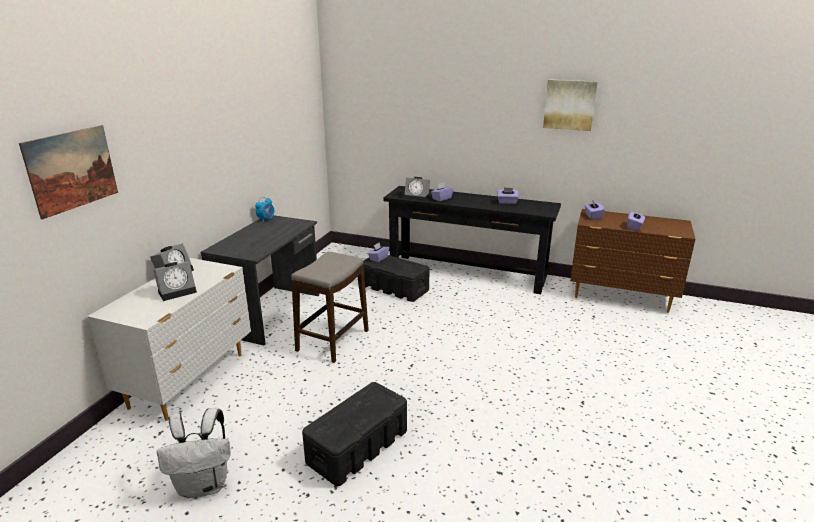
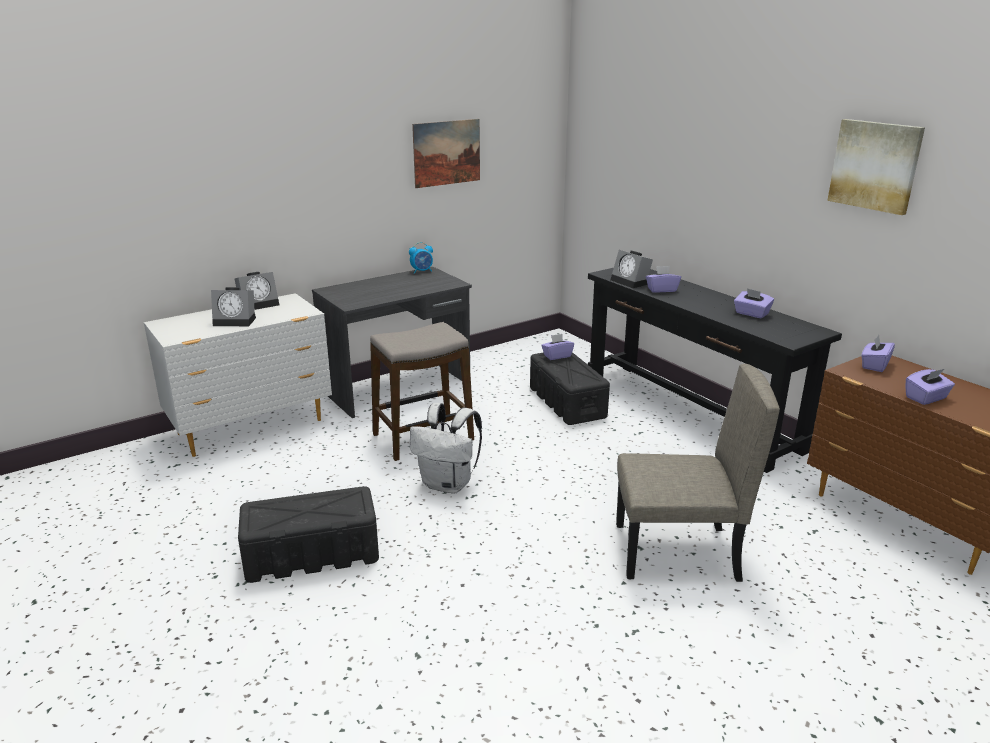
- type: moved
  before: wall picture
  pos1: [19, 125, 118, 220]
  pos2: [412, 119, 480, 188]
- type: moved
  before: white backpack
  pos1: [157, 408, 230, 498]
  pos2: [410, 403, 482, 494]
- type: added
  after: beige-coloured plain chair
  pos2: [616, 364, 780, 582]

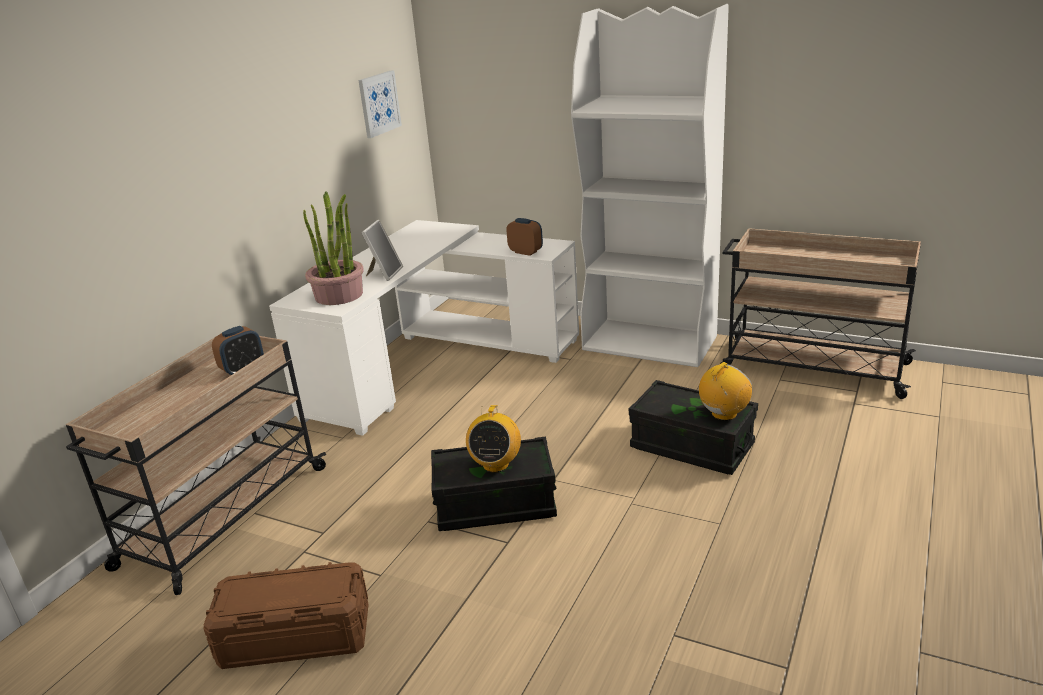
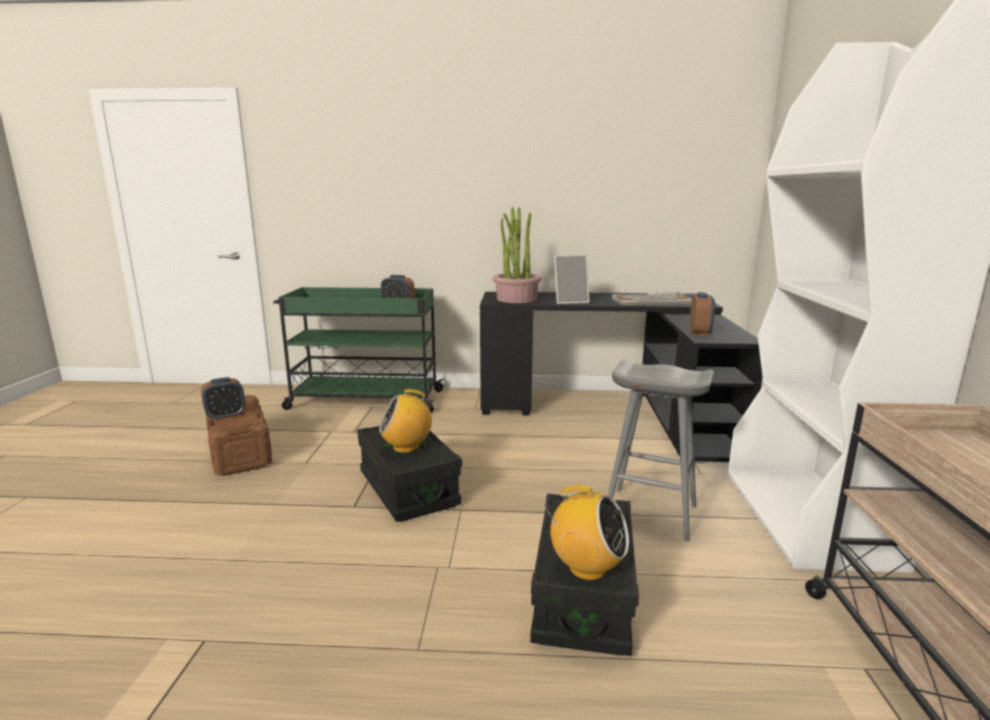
- type: recoloured
  before: beige-coloured wheeled cart
  after: greenish wheeled cart
  pos1: [66, 336, 326, 595]
  pos2: [273, 287, 445, 412]
- type: recoloured
  before: white desk unit
  after: blackish desk unit
  pos1: [269, 220, 579, 436]
  pos2: [480, 292, 762, 462]
- type: removed
  before: wall picture
  pos1: [358, 70, 402, 138]
- type: added
  after: table clock
  pos2: [201, 377, 245, 420]
- type: added
  after: grey stool
  pos2: [608, 359, 714, 541]
- type: added
  after: keyboard
  pos2: [612, 293, 692, 305]

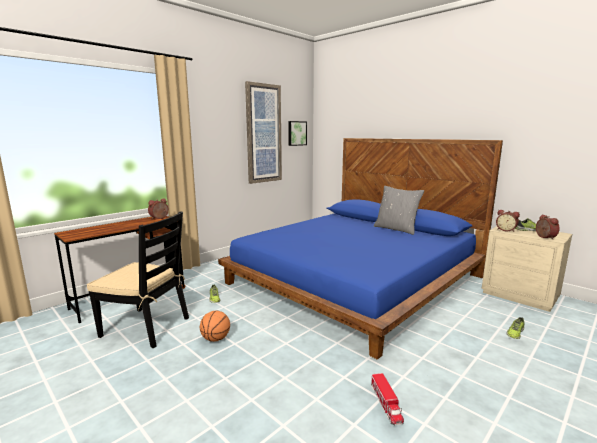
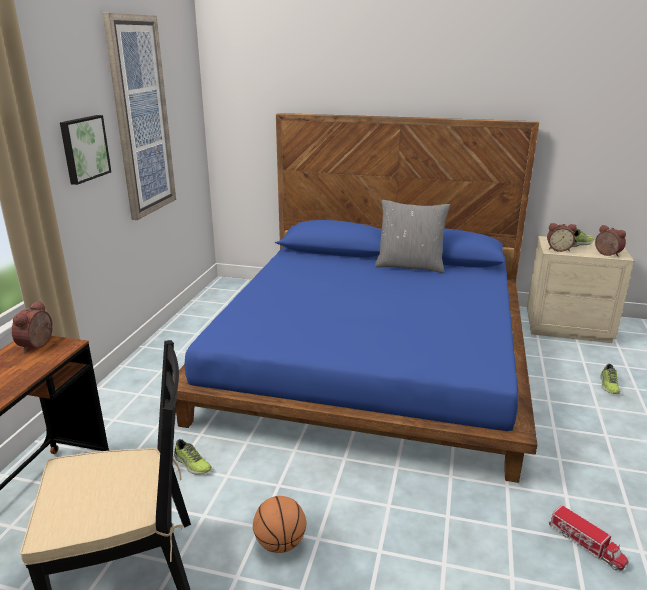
- type: moved
  before: wall picture
  pos1: [288, 121, 307, 146]
  pos2: [60, 115, 111, 185]

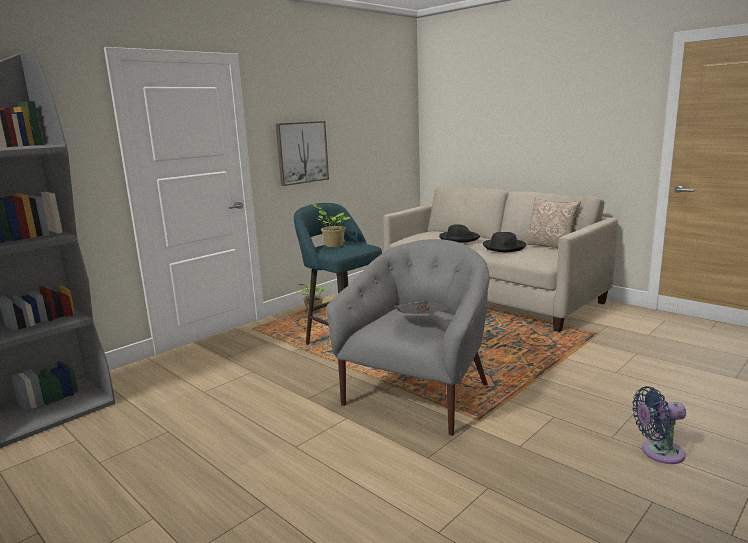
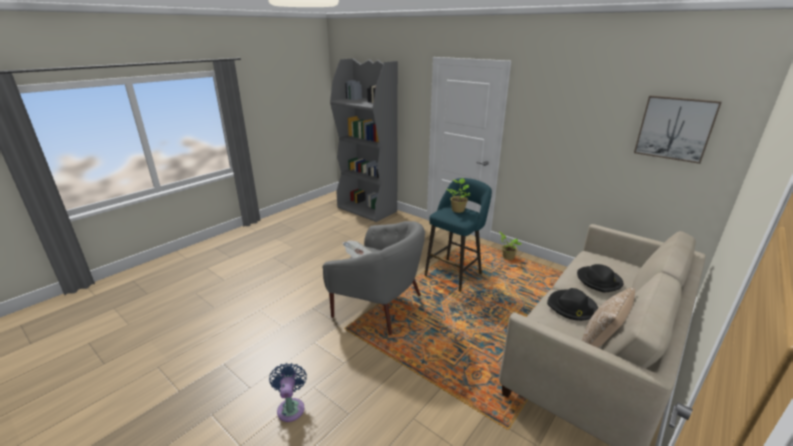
- type: moved
  before: wall picture
  pos1: [276, 121, 329, 186]
  pos2: [634, 95, 722, 164]

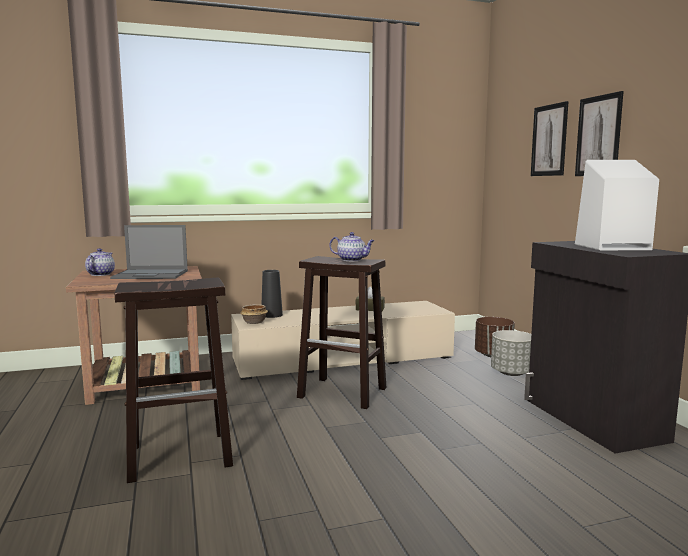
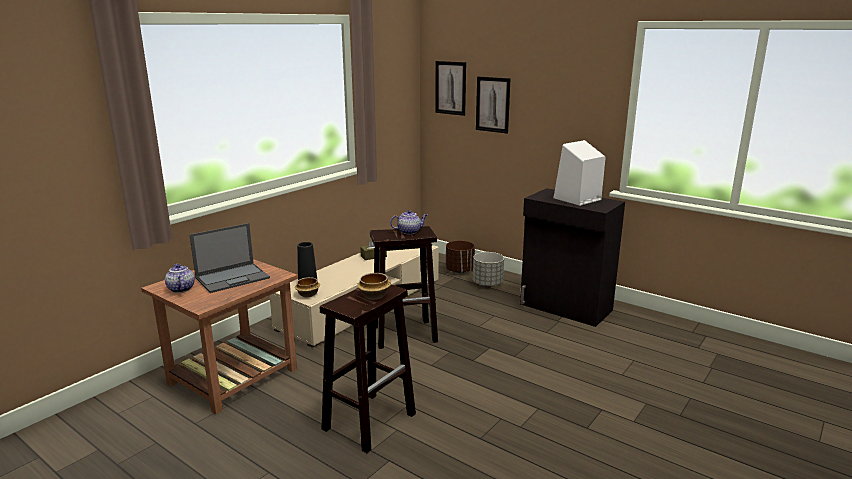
- type: moved
  before: wall picture
  pos1: [575, 91, 624, 176]
  pos2: [435, 61, 466, 116]
- type: added
  after: bowl
  pos2: [357, 273, 391, 300]

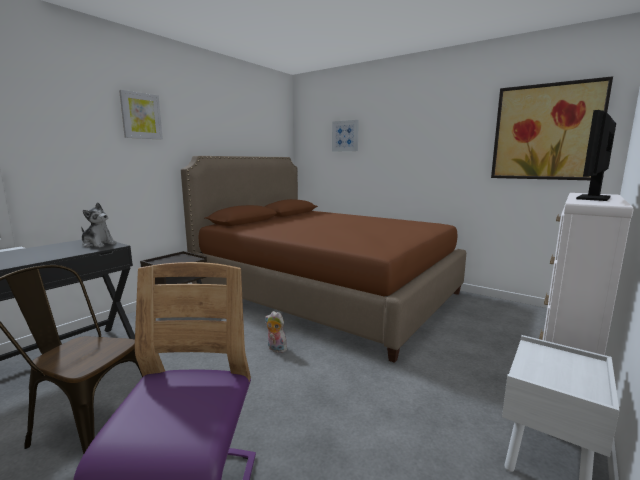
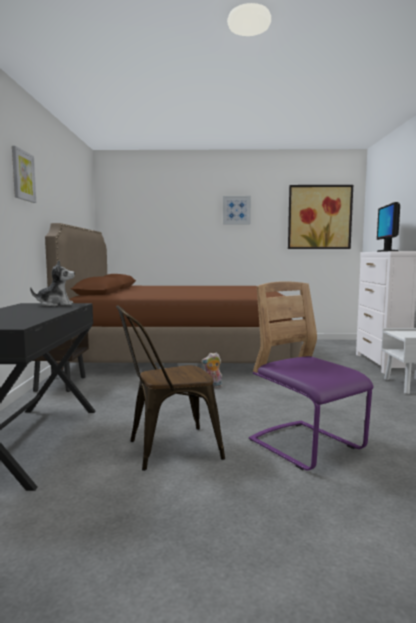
- type: moved
  before: wall picture
  pos1: [332, 120, 359, 152]
  pos2: [223, 196, 251, 224]

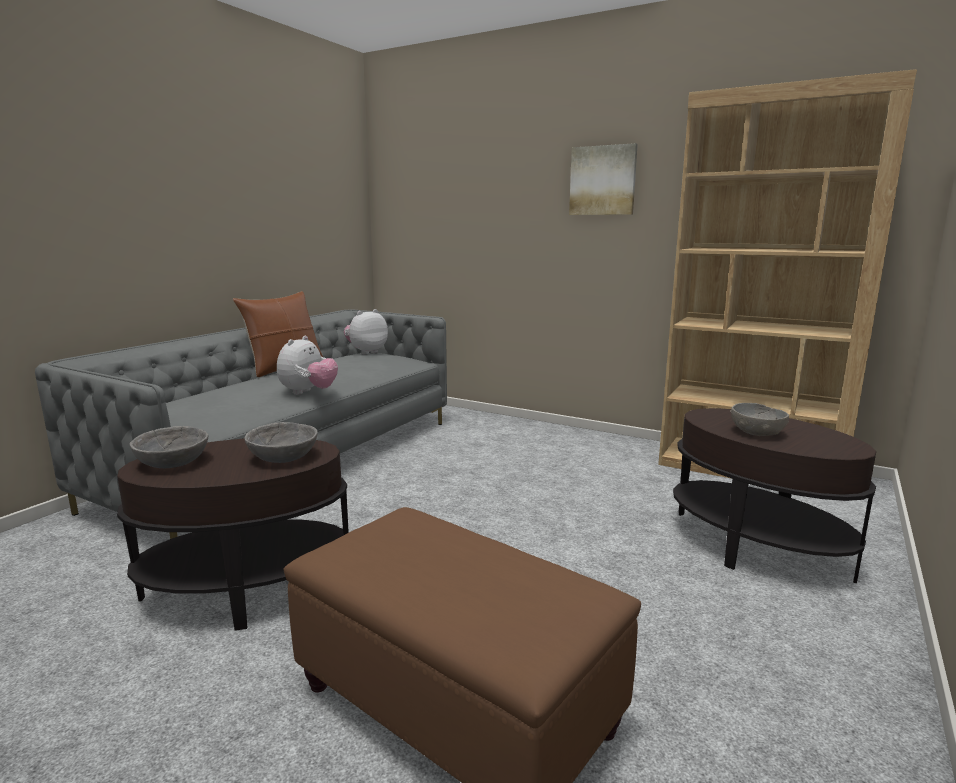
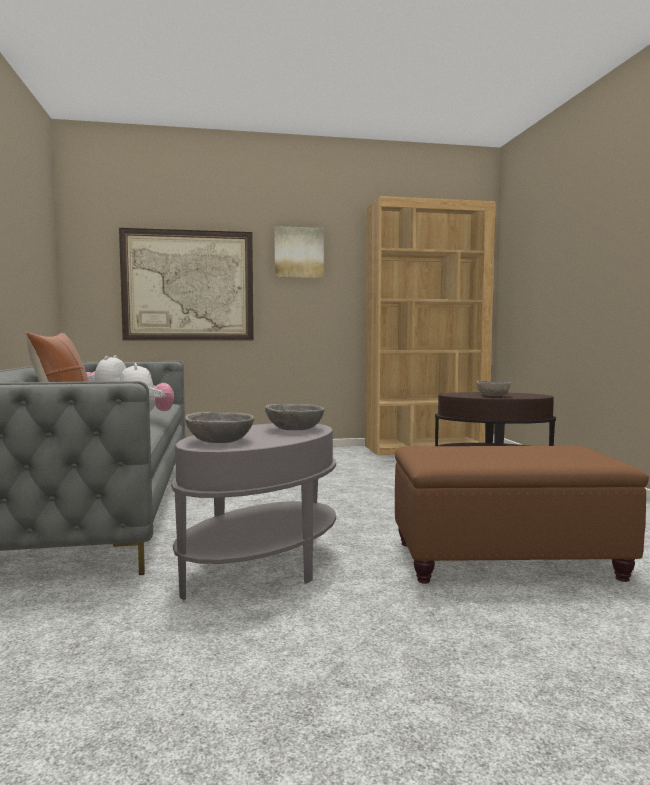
- type: recoloured
  before: brown-coloured end table
  after: grey end table
  pos1: [117, 438, 349, 631]
  pos2: [171, 423, 336, 600]
- type: added
  after: wall picture
  pos2: [119, 228, 254, 340]

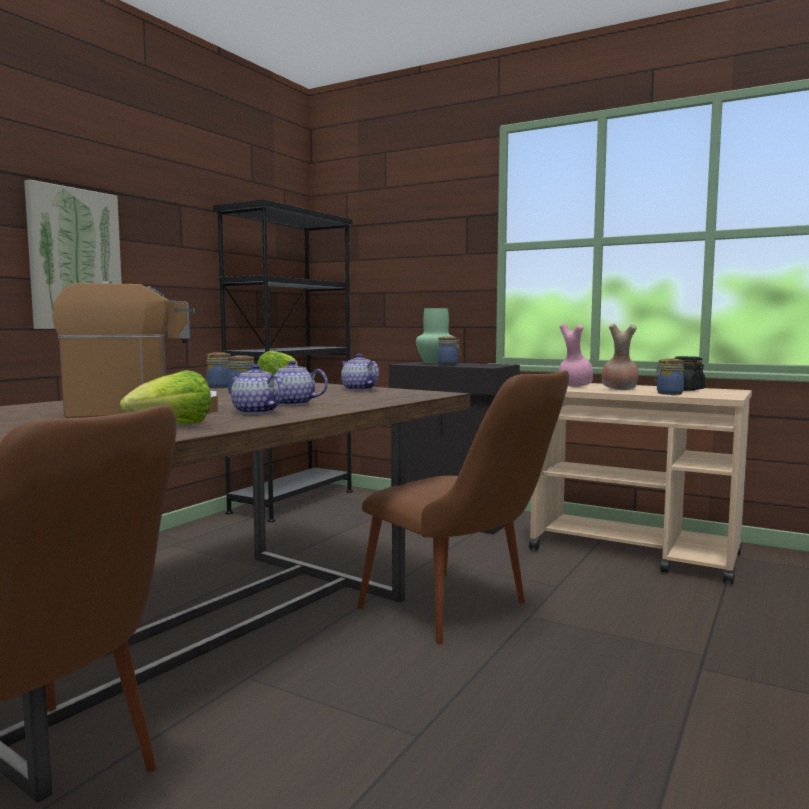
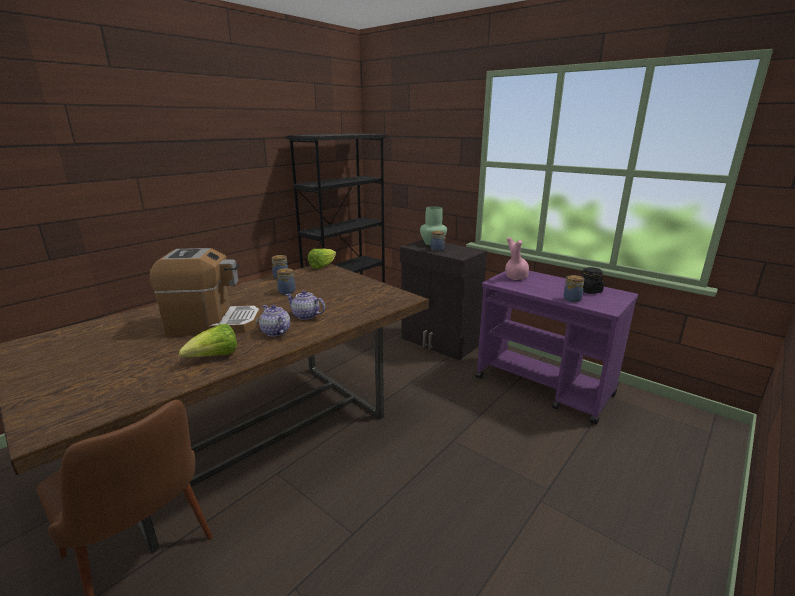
- type: removed
  before: wall picture
  pos1: [24, 180, 122, 329]
- type: removed
  before: tea pot
  pos1: [341, 354, 379, 391]
- type: removed
  before: brown-coloured plain chair
  pos1: [358, 370, 569, 644]
- type: recoloured
  before: beige-coloured wheeled cart
  after: purple-coloured wheeled cart
  pos1: [529, 383, 752, 584]
  pos2: [476, 271, 638, 425]
- type: removed
  before: brown-coloured flower vase
  pos1: [601, 323, 639, 390]

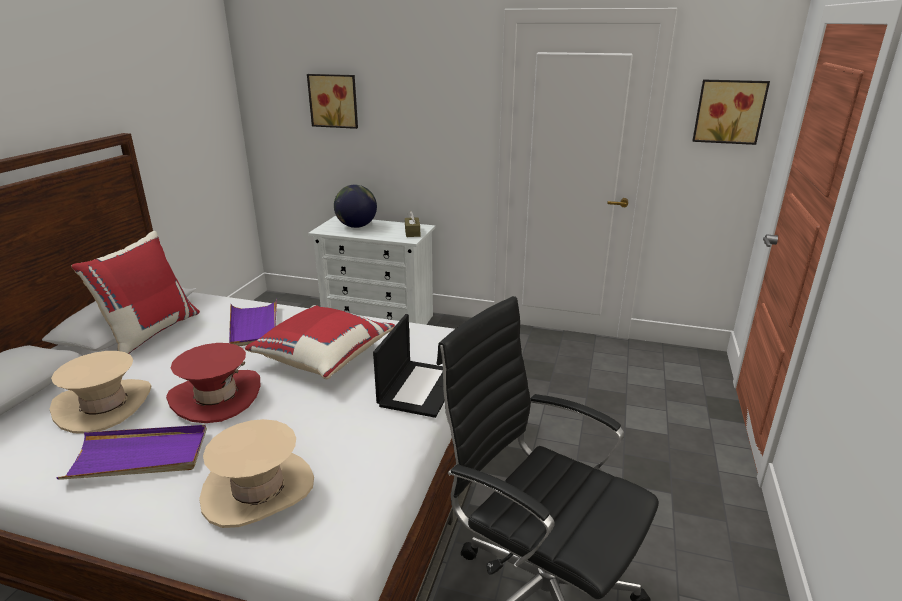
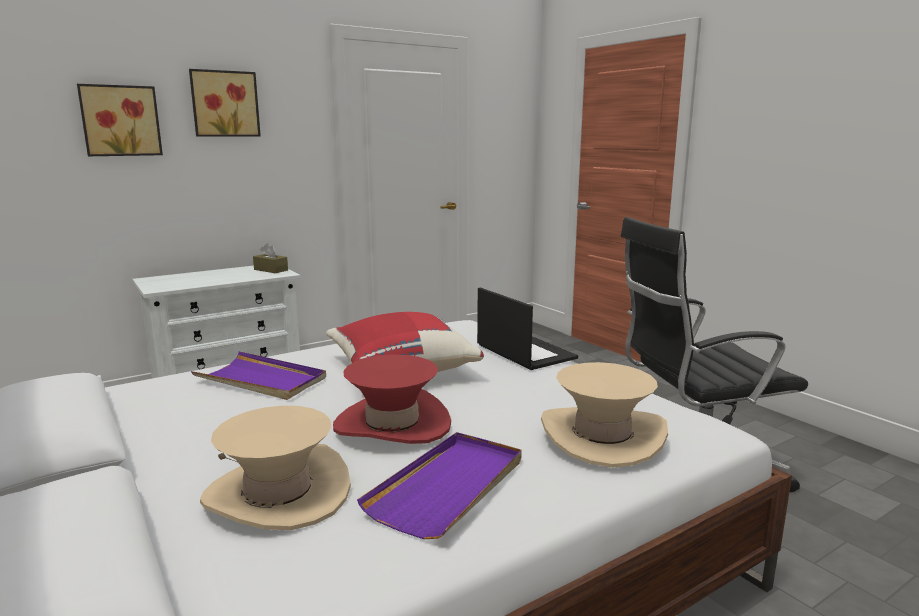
- type: removed
  before: reddish throw pillow
  pos1: [71, 231, 200, 354]
- type: removed
  before: world globe
  pos1: [334, 185, 377, 228]
- type: moved
  before: wall picture
  pos1: [692, 79, 770, 145]
  pos2: [189, 69, 261, 137]

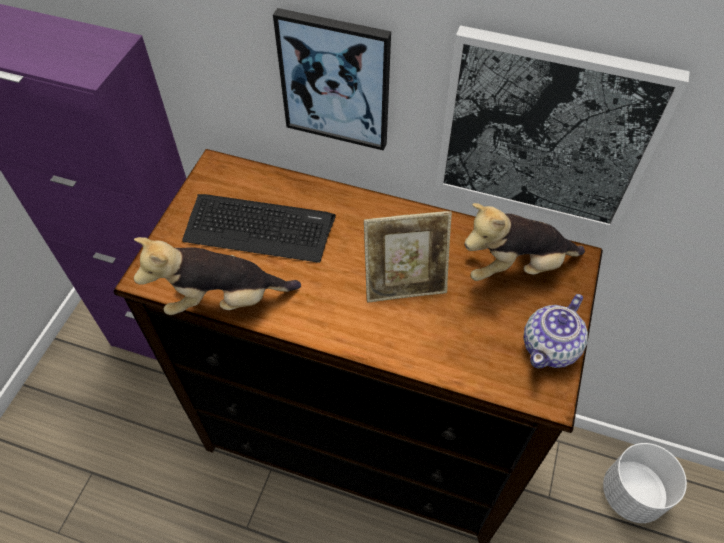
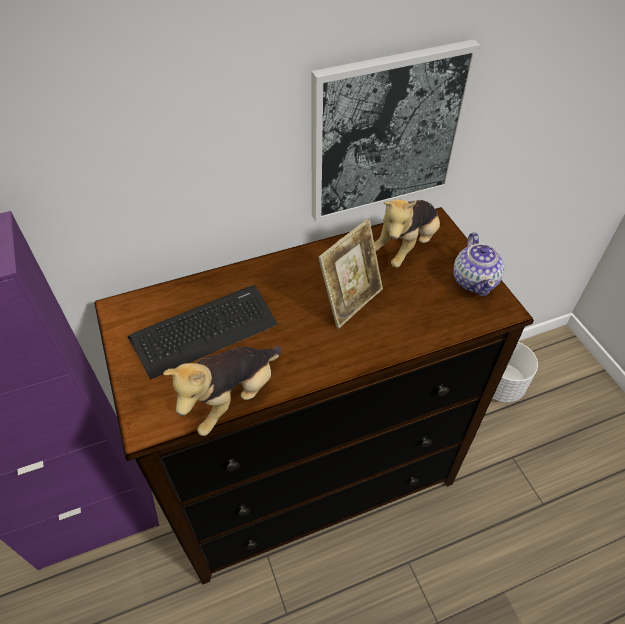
- type: removed
  before: wall picture
  pos1: [273, 8, 391, 151]

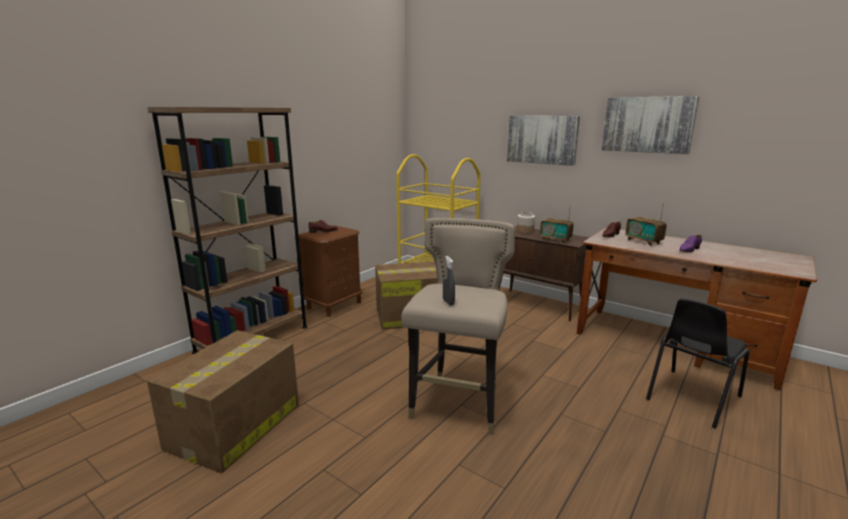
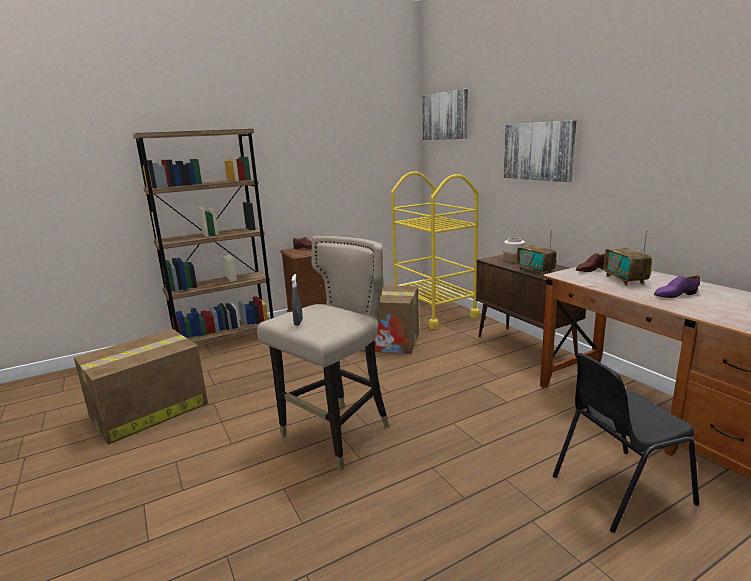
- type: moved
  before: wall picture
  pos1: [602, 96, 699, 154]
  pos2: [422, 89, 468, 140]

